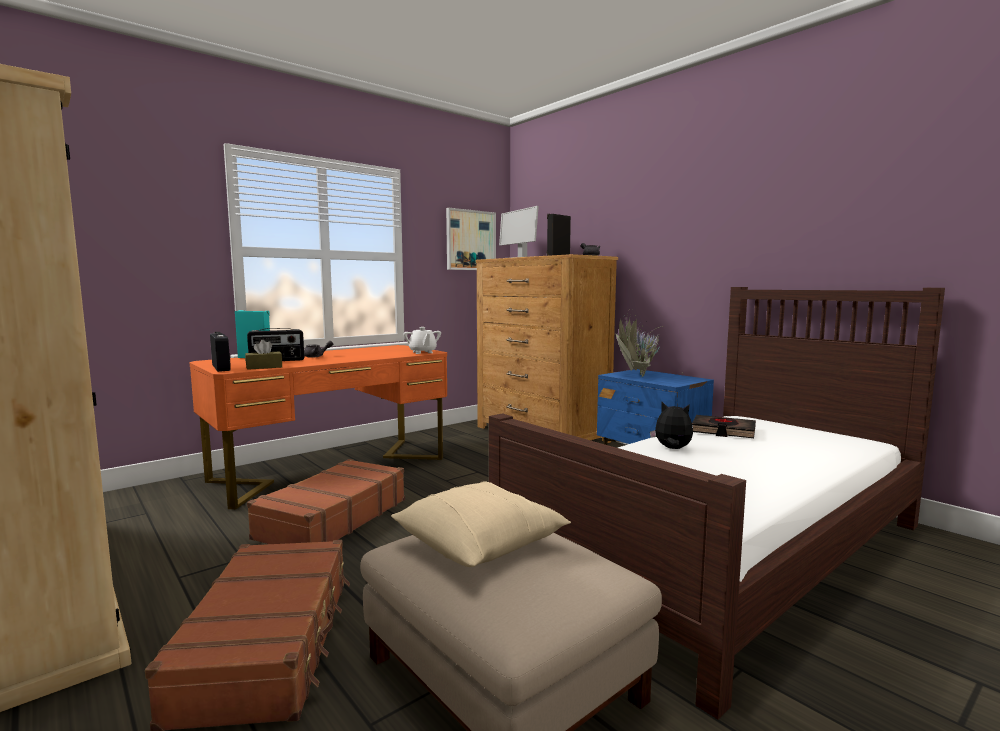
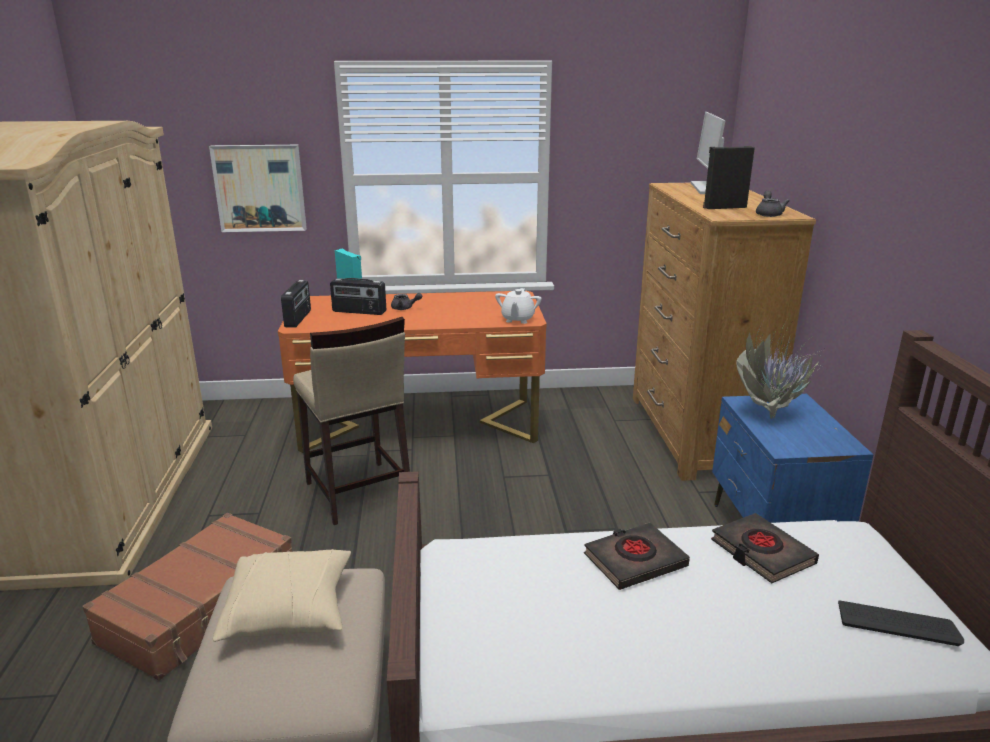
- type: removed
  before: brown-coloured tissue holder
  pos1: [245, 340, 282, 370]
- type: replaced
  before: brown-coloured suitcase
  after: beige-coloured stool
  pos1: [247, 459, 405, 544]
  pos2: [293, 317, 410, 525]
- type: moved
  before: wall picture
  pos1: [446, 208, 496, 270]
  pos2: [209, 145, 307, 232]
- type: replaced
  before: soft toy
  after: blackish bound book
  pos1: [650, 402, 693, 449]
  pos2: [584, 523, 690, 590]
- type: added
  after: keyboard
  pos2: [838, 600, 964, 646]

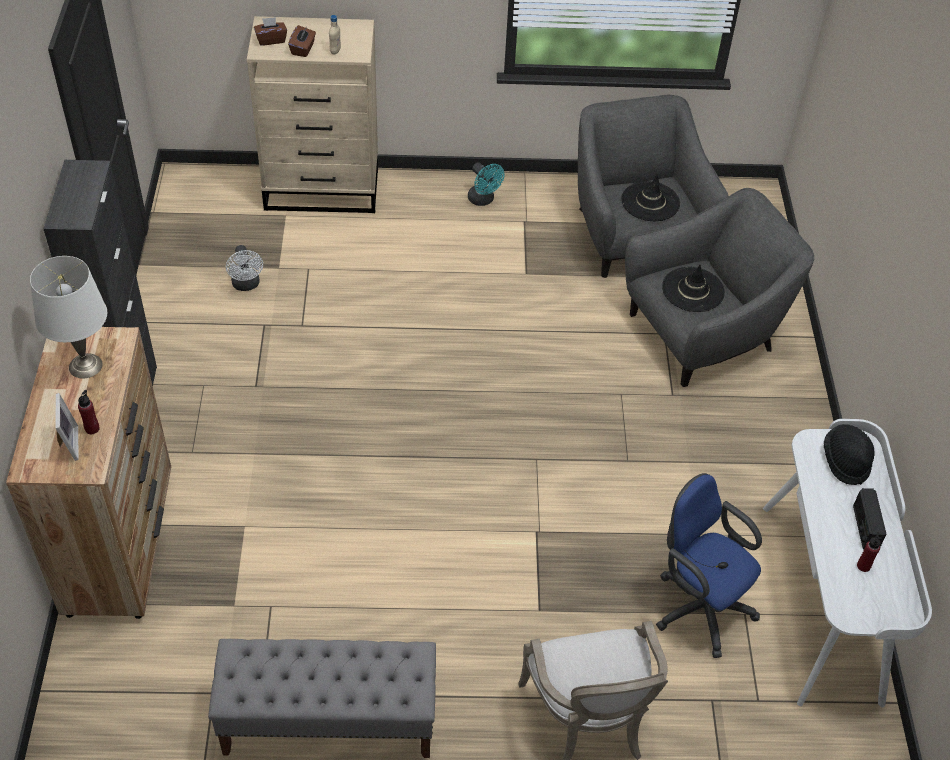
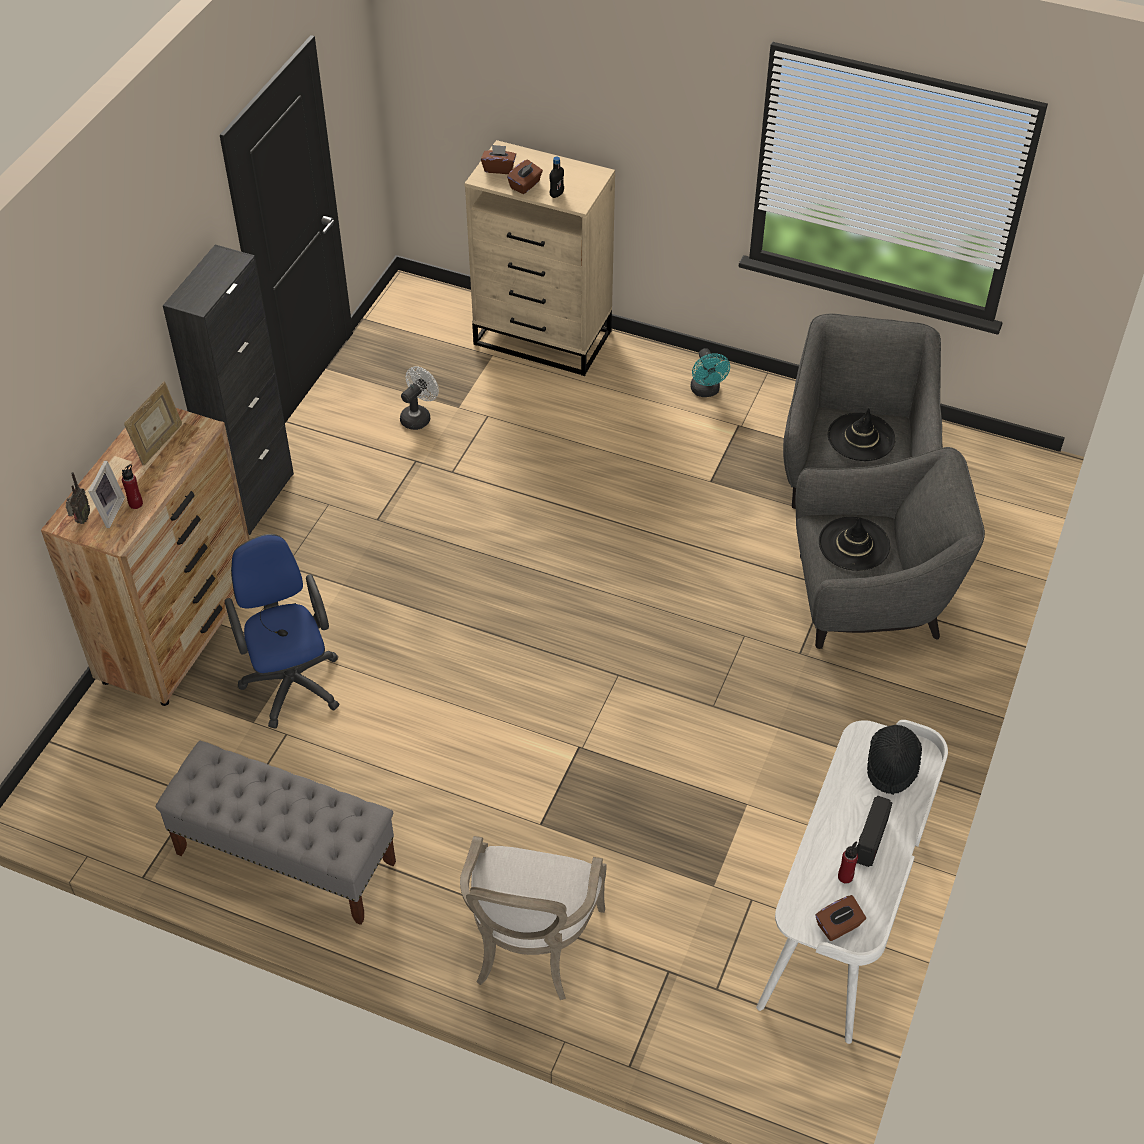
- type: replaced
  before: white tabletop lamp
  after: standing frame
  pos1: [30, 256, 107, 379]
  pos2: [124, 382, 182, 465]
- type: turned
  before: white cooling fan
  pos1: [226, 245, 263, 291]
  pos2: [400, 367, 439, 430]
  turn: -150
- type: recoloured
  before: beige-coloured bottle
  after: blackish bottle
  pos1: [329, 15, 341, 55]
  pos2: [549, 156, 564, 198]
- type: moved
  before: blue-coloured desk chair
  pos1: [656, 473, 762, 658]
  pos2: [225, 534, 340, 729]
- type: added
  after: radio receiver
  pos2: [66, 472, 90, 524]
- type: added
  after: brown-coloured tissue holder
  pos2: [816, 895, 866, 941]

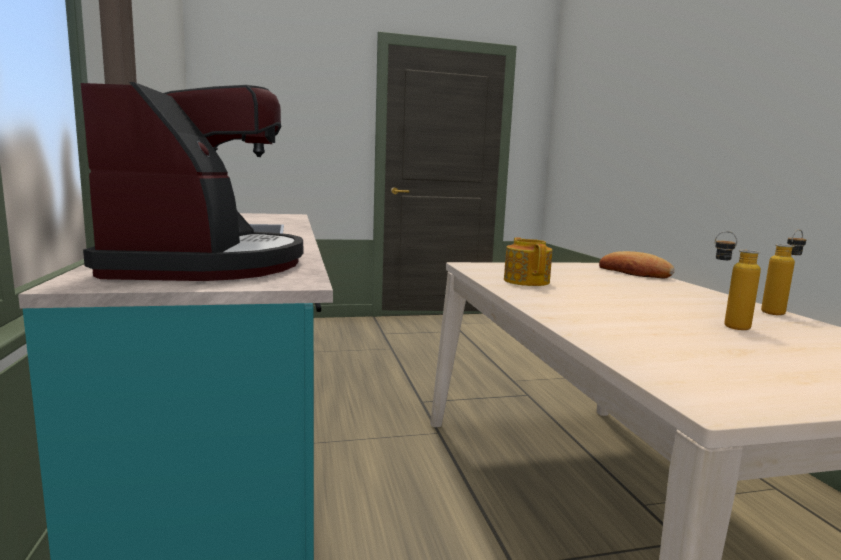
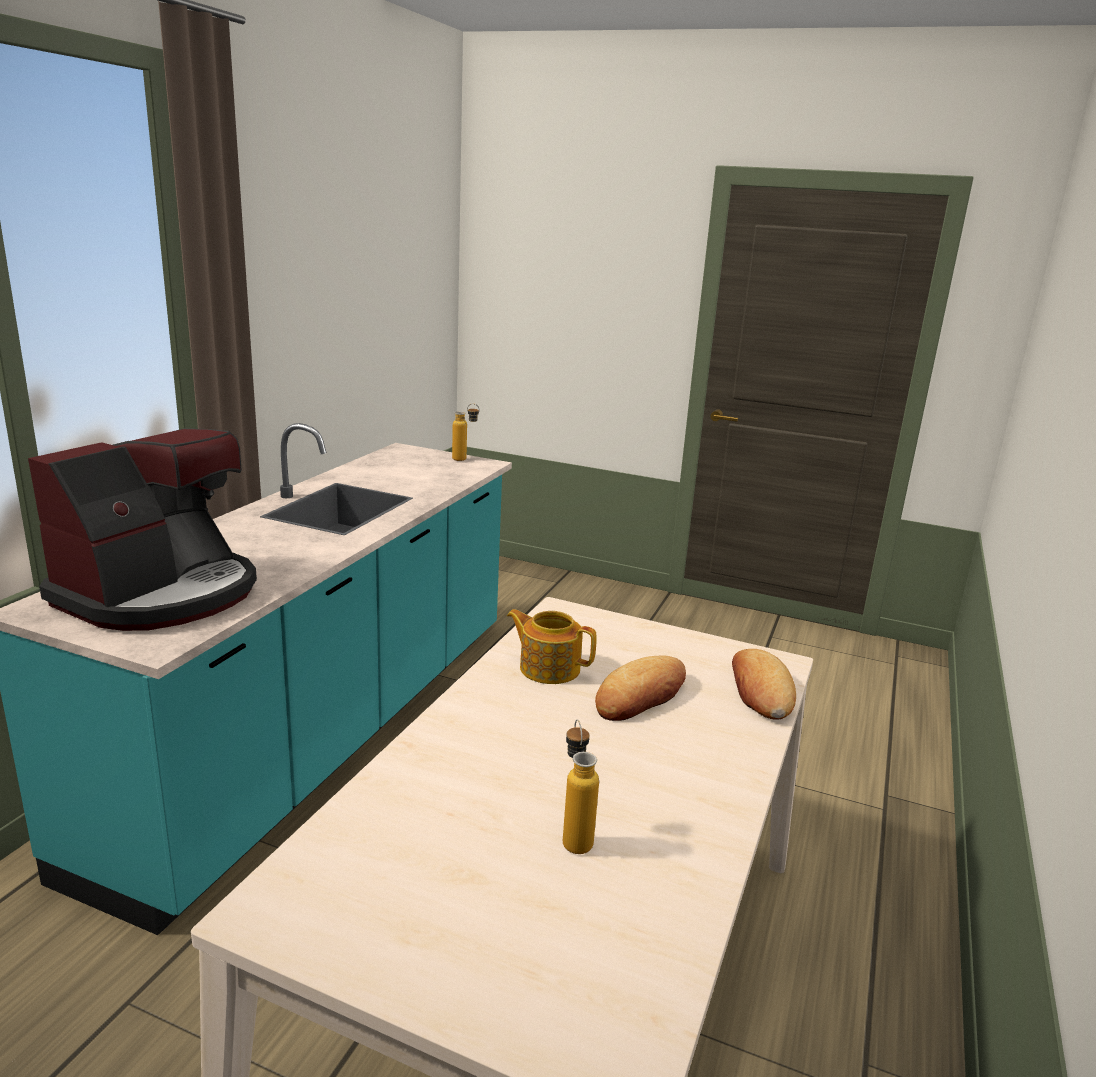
- type: turned
  before: tea pot
  pos1: [504, 237, 552, 286]
  pos2: [507, 609, 597, 684]
  turn: -90
- type: moved
  before: bottle
  pos1: [761, 229, 806, 315]
  pos2: [452, 403, 479, 461]
- type: added
  after: baked bread
  pos2: [595, 656, 686, 721]

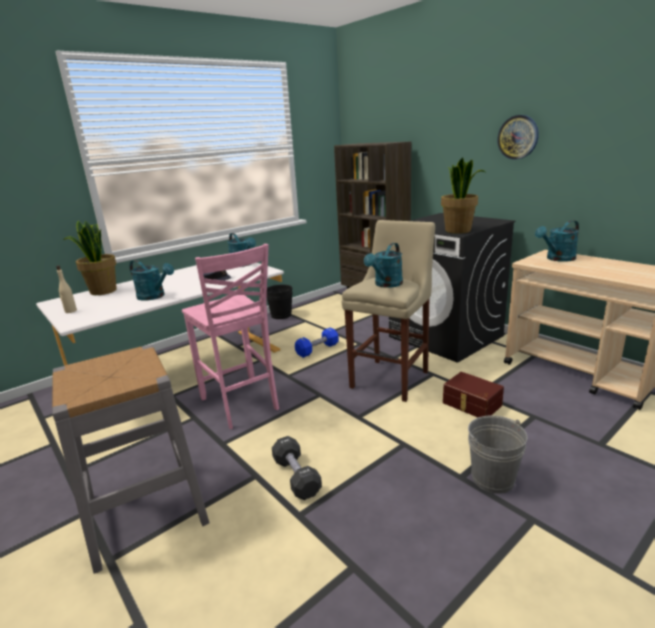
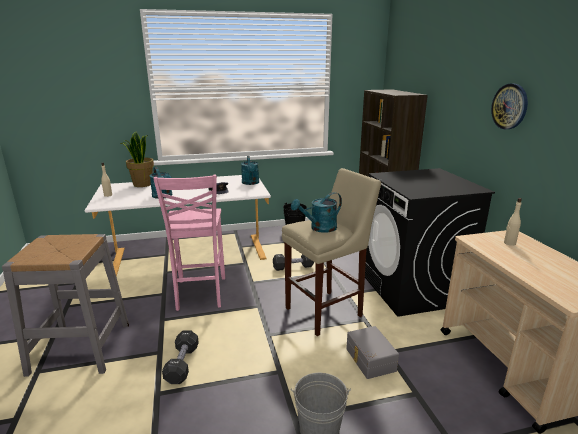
- type: recoloured
  before: blue-coloured free weight
  after: blackish free weight
  pos1: [295, 327, 339, 358]
  pos2: [273, 254, 314, 271]
- type: removed
  before: potted plant
  pos1: [441, 157, 485, 234]
- type: recoloured
  before: brown-coloured storage box
  after: grey storage box
  pos1: [443, 372, 504, 417]
  pos2: [346, 326, 399, 379]
- type: replaced
  before: turquoise watering can
  after: beige-coloured bottle
  pos1: [535, 220, 579, 262]
  pos2: [504, 198, 522, 246]

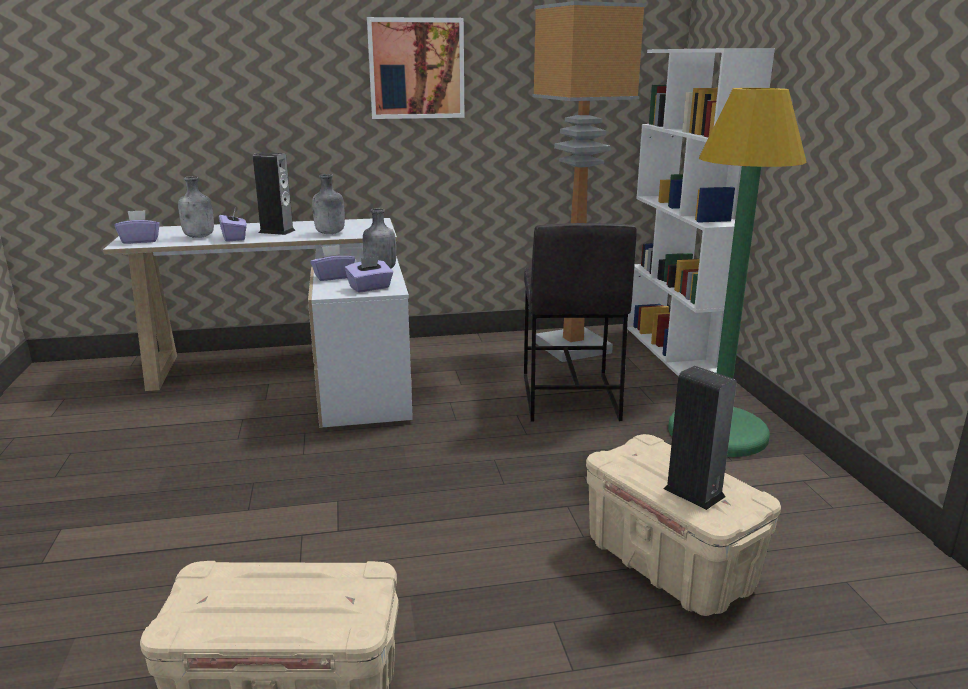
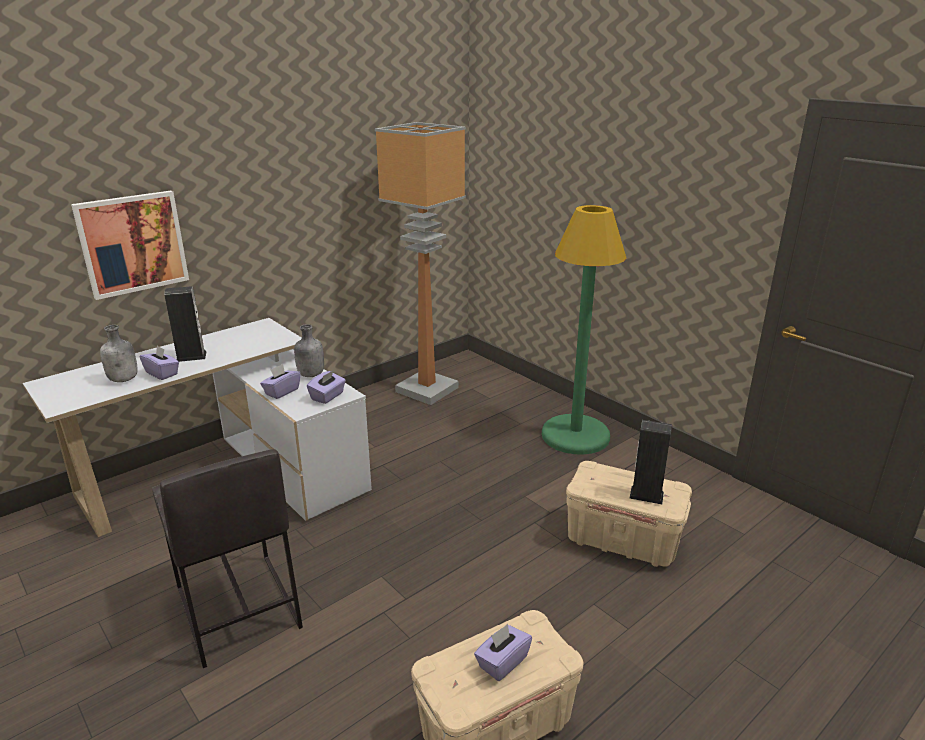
- type: moved
  before: purple-coloured tissue holder
  pos1: [115, 210, 160, 244]
  pos2: [474, 624, 532, 681]
- type: removed
  before: grey bottle
  pos1: [312, 174, 345, 234]
- type: moved
  before: wall picture
  pos1: [367, 17, 464, 119]
  pos2: [71, 191, 189, 300]
- type: moved
  before: grey stool
  pos1: [524, 223, 637, 422]
  pos2: [152, 449, 303, 668]
- type: removed
  before: white shelving unit
  pos1: [627, 48, 775, 377]

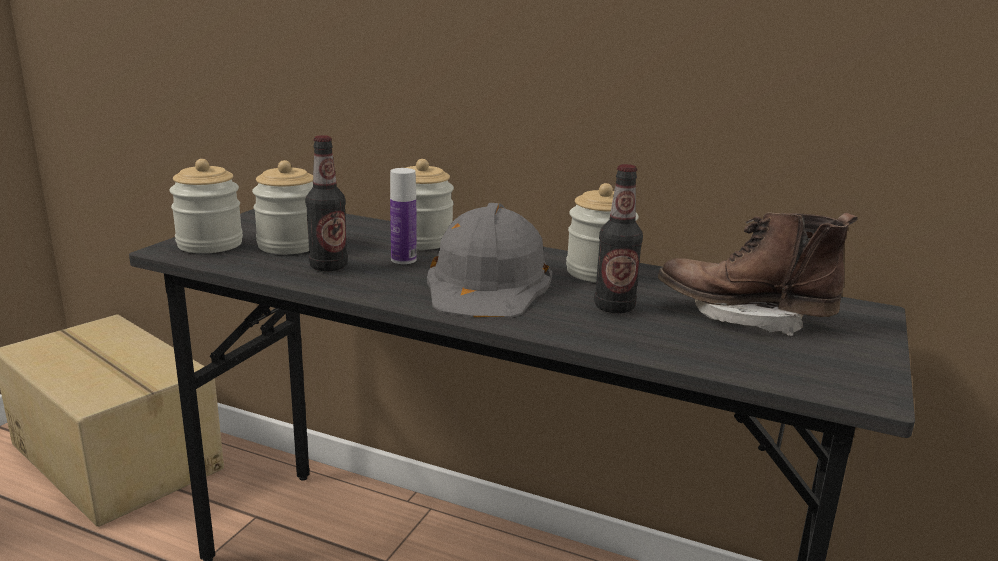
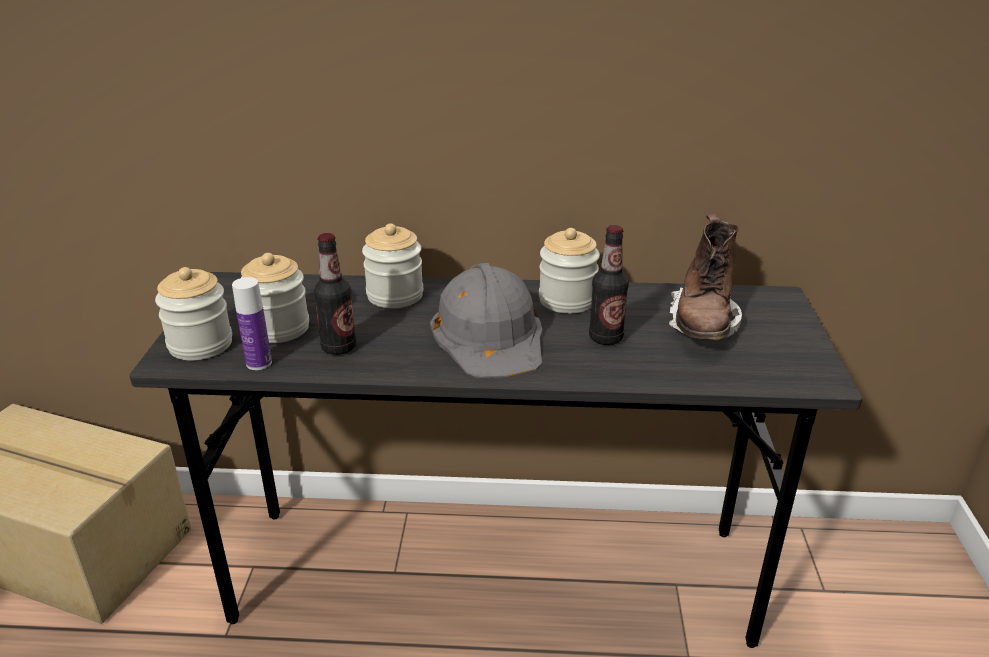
- type: moved
  before: bottle
  pos1: [390, 168, 417, 264]
  pos2: [232, 277, 272, 370]
- type: turned
  before: brown-coloured boot
  pos1: [658, 212, 857, 336]
  pos2: [669, 214, 742, 341]
  turn: -75

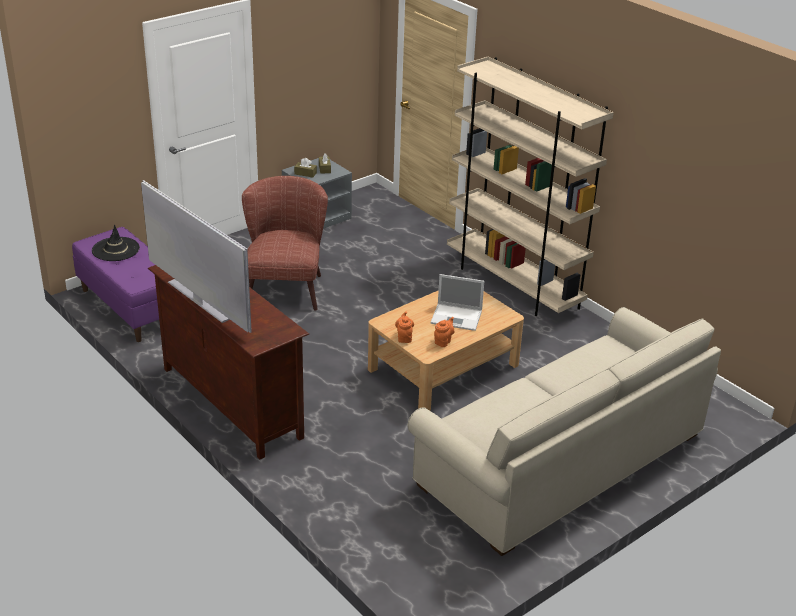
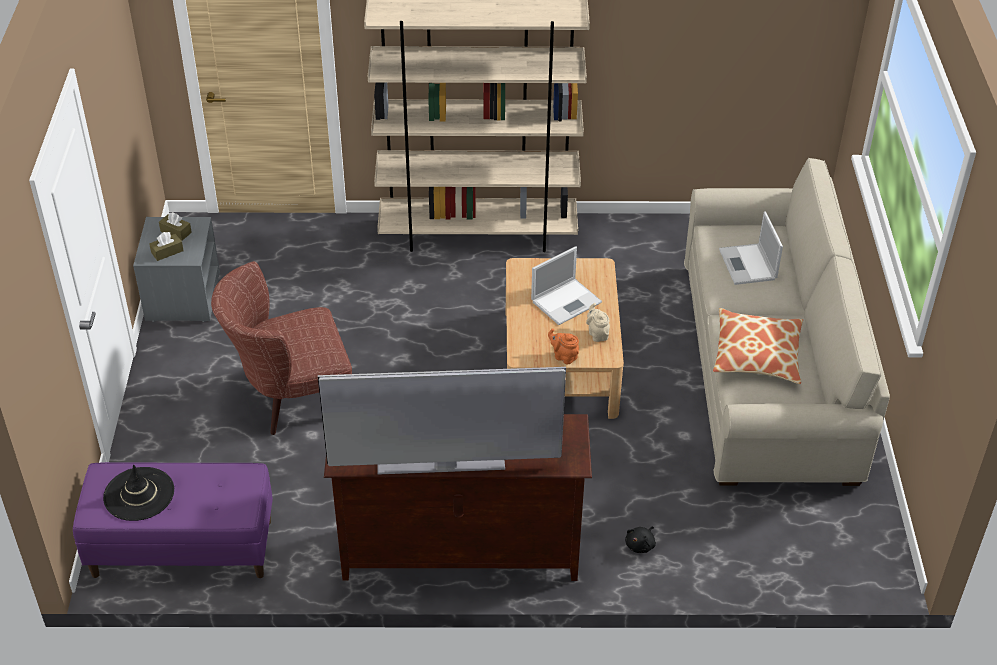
- type: turned
  before: brown-coloured lounge chair
  pos1: [242, 176, 328, 311]
  pos2: [211, 261, 352, 435]
  turn: -60
- type: recoloured
  before: orangey tea pot
  after: beige-coloured tea pot
  pos1: [434, 317, 454, 347]
  pos2: [586, 303, 610, 342]
- type: added
  after: blackish soft toy
  pos2: [625, 527, 656, 553]
- type: added
  after: throw pillow
  pos2: [713, 308, 803, 384]
- type: added
  after: laptop
  pos2: [719, 212, 783, 285]

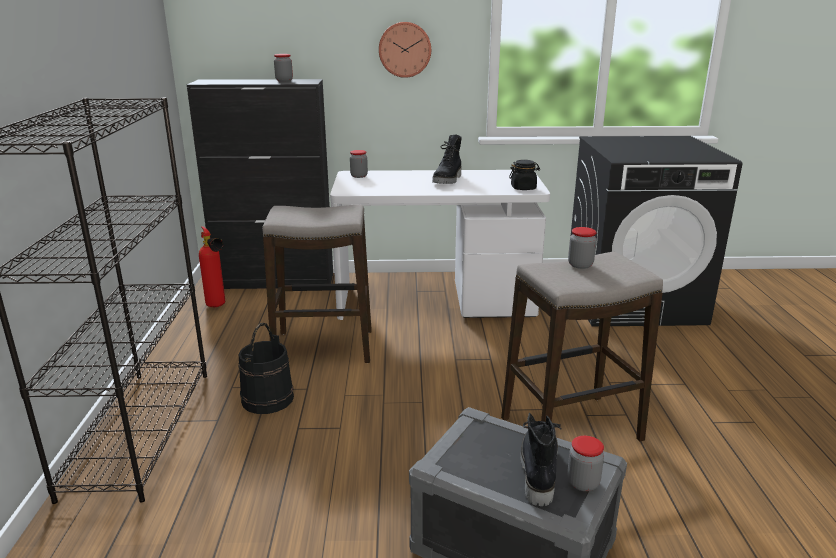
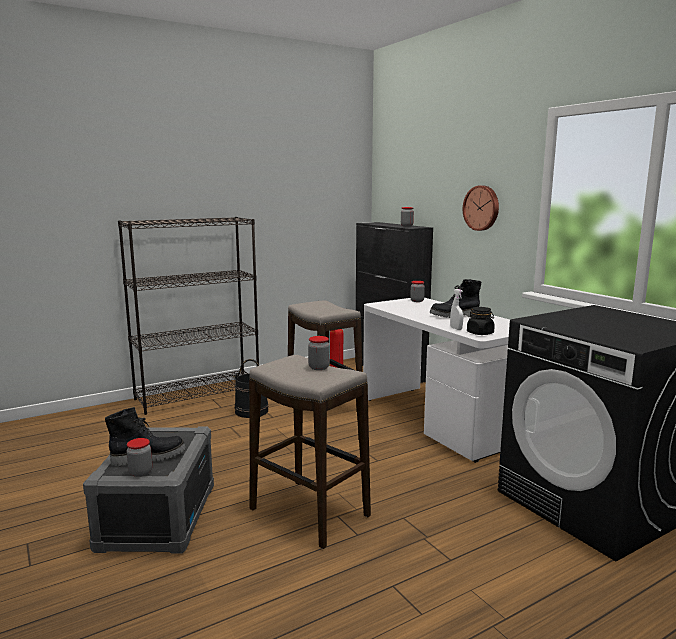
- type: added
  after: white spray bottle
  pos2: [450, 289, 463, 330]

